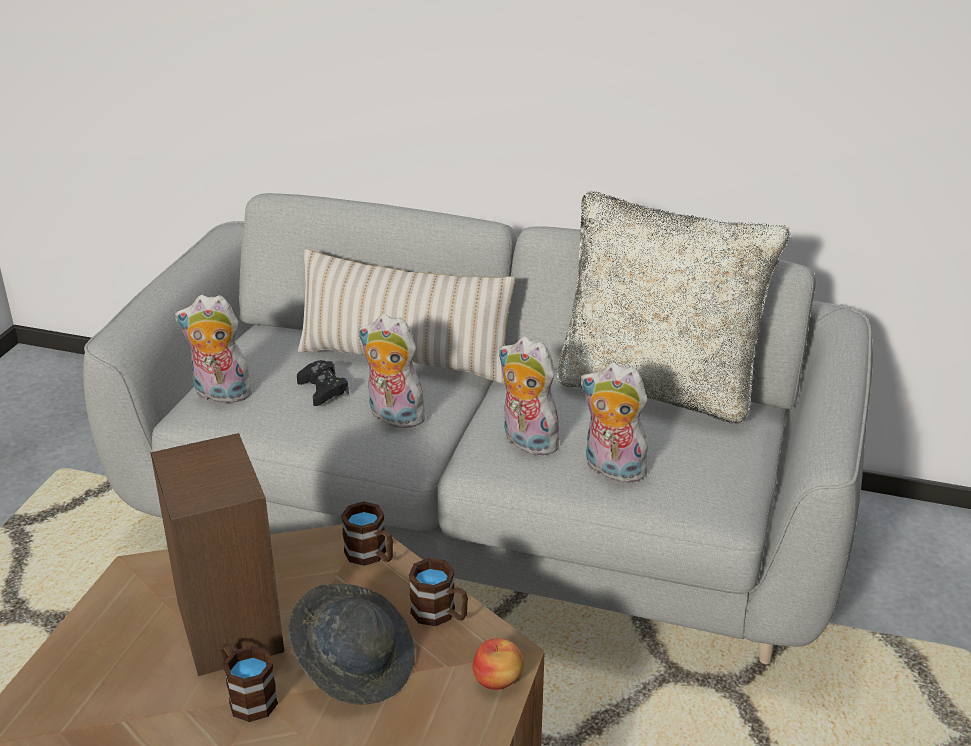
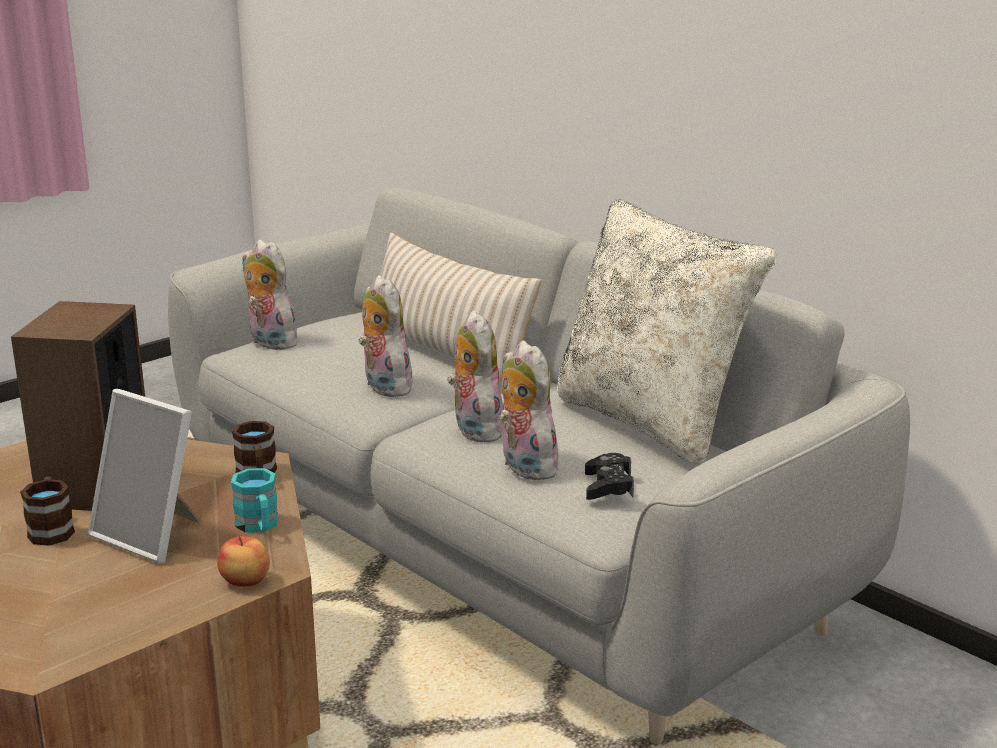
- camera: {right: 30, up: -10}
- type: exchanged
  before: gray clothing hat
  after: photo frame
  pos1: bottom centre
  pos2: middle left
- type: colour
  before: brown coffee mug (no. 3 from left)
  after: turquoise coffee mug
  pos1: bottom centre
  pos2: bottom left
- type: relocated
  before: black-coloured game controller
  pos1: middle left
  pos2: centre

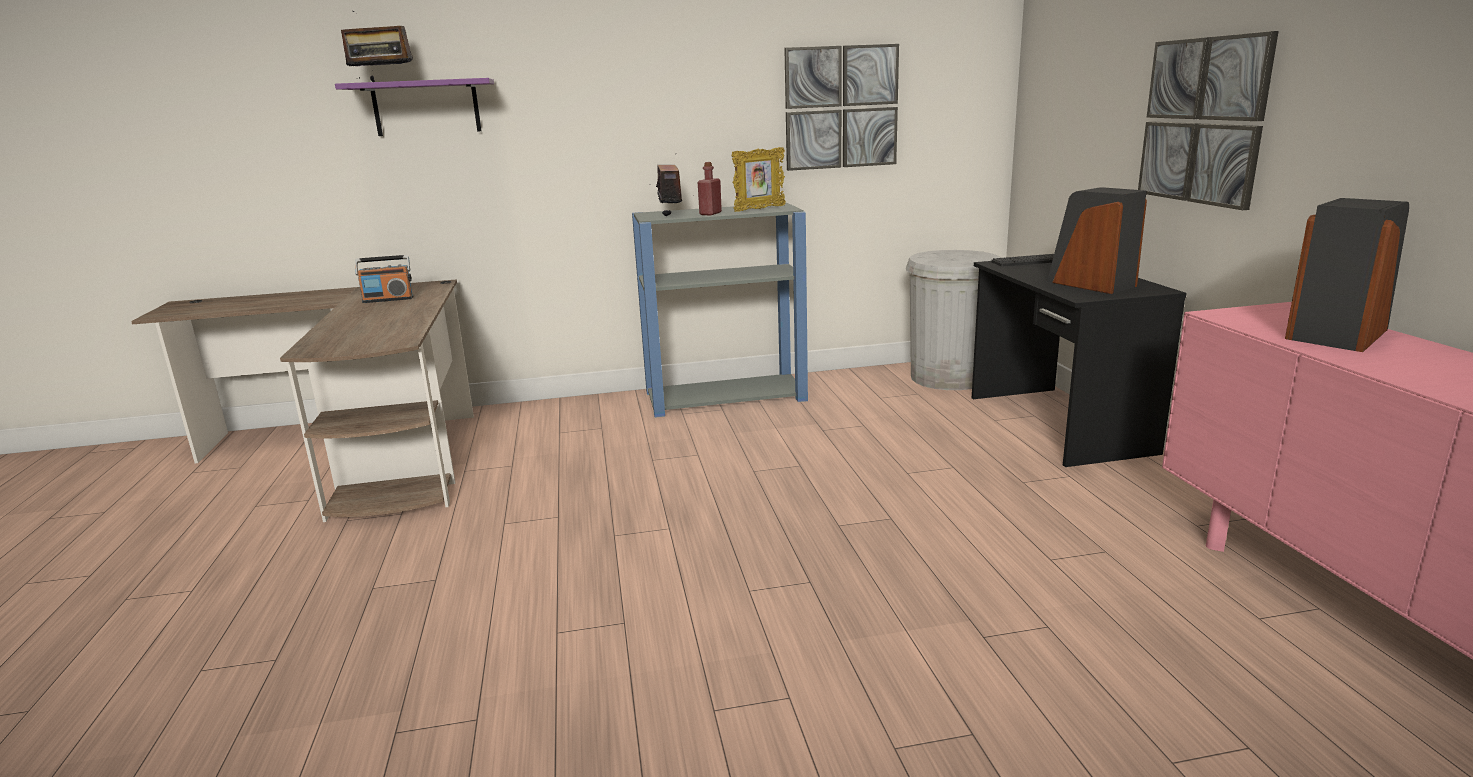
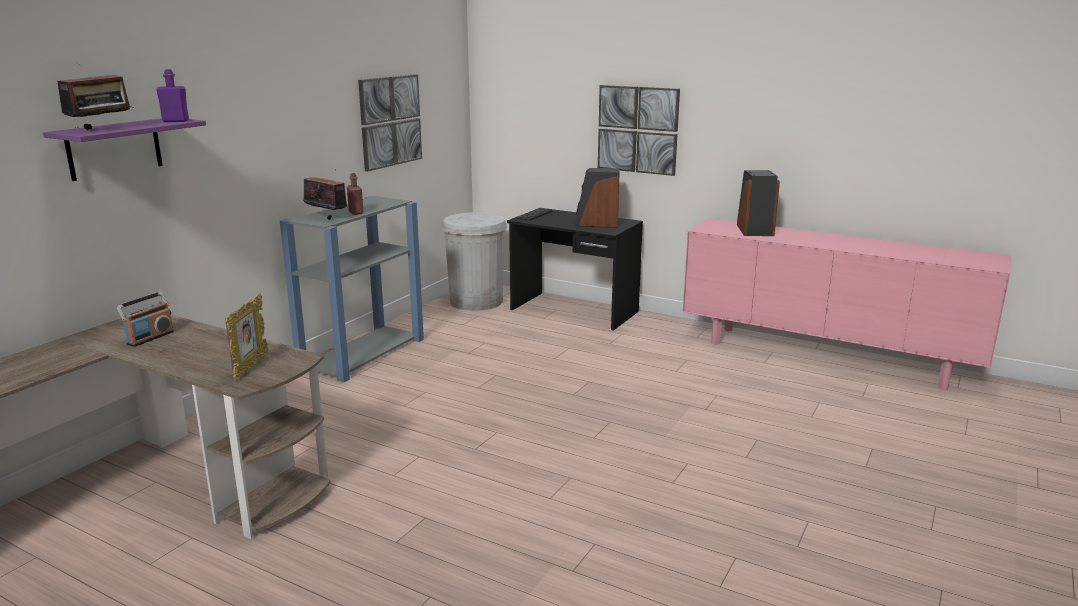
- camera: {right: -50, up: 0}
- type: appeared
  after: purple-coloured drink bottle
  pos2: top left
- type: relocated
  before: photo frame
  pos1: top centre
  pos2: middle left

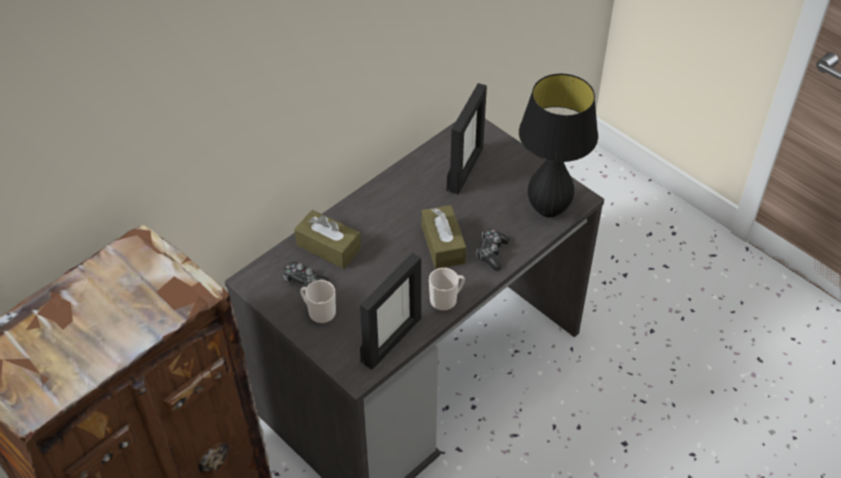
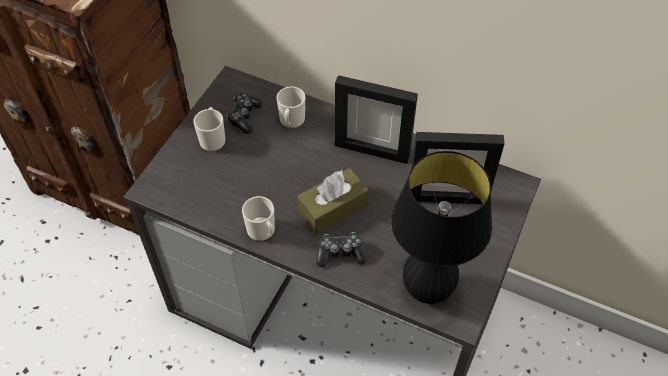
- camera: {right: 70, up: 5}
- type: exchanged
  before: brown box of tissues (no. 1 from left)
  after: coffee mug (no. 3 from left)
  pos1: centre
  pos2: top centre
- type: relocated
  before: photo frame (no. 1 from left)
  pos1: centre
  pos2: top centre

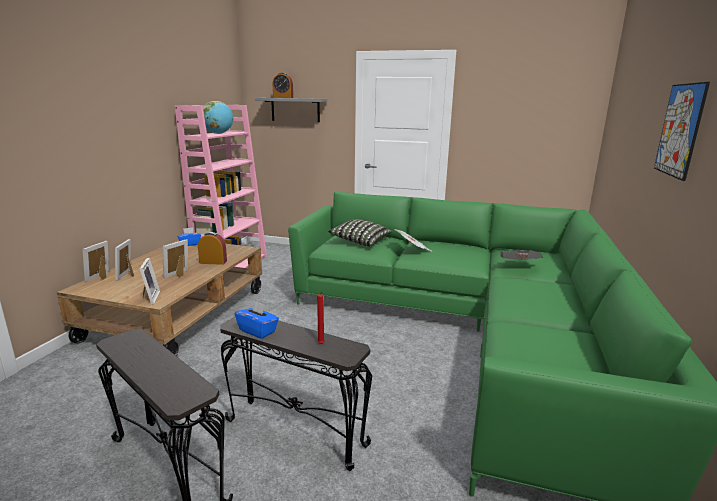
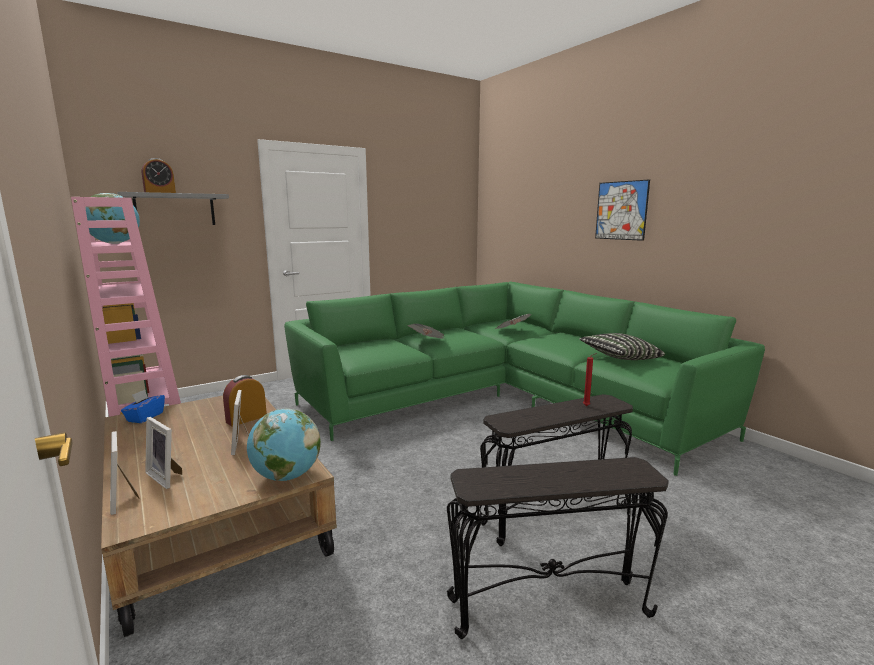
- camera: {right: -50, up: -5}
- type: exchanged
  before: photo frame (no. 3 from left)
  after: globe (no. 2 from left)
  pos1: middle left
  pos2: bottom left
- type: relocated
  before: throw pillow
  pos1: centre
  pos2: middle right
- type: missing
  before: blue-coloured box of tissues (no. 2 from left)
  pos1: centre

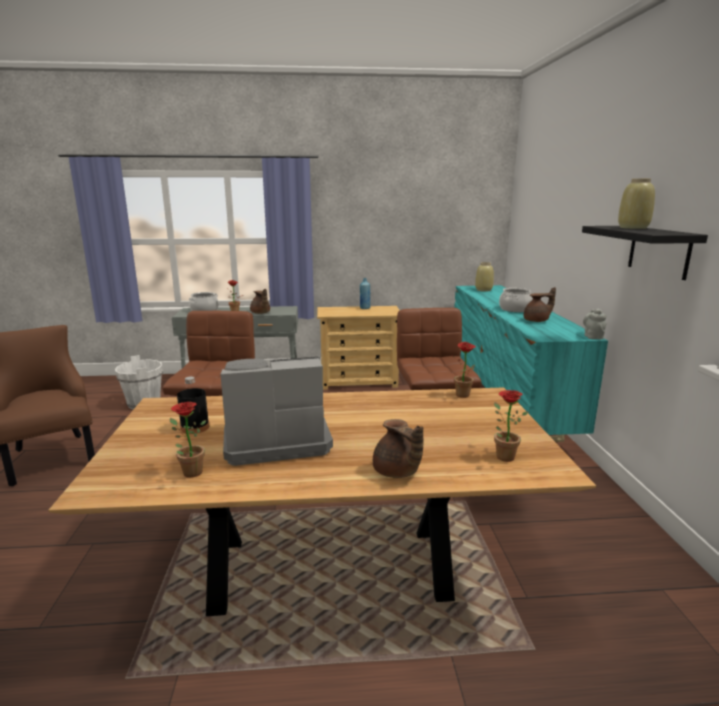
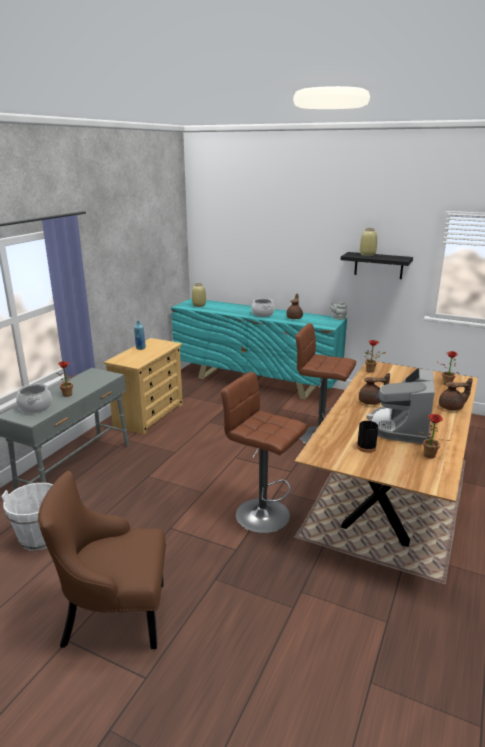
- camera: {right: -60, up: 5}
- type: relocated
  before: brown pot for tea (no. 1 from left in the first image)
  after: brown pot for tea (no. 2 from left)
  pos1: centre
  pos2: middle right

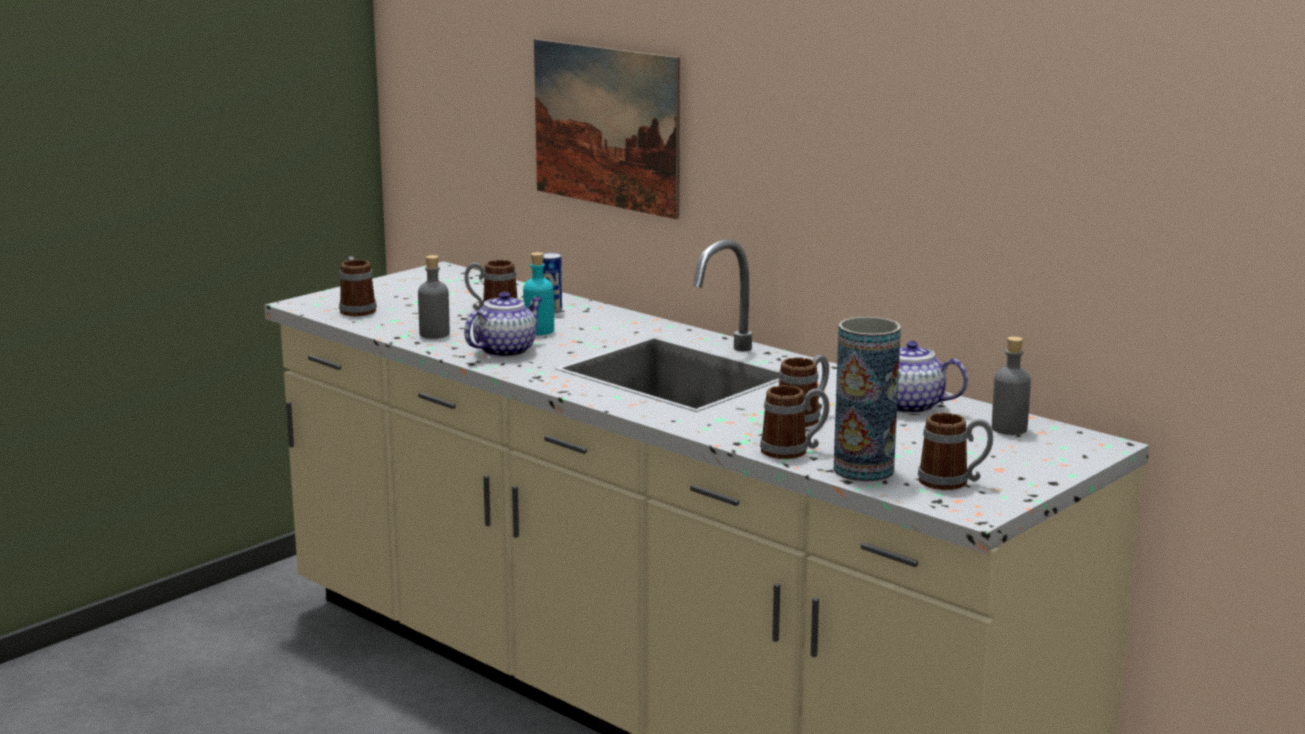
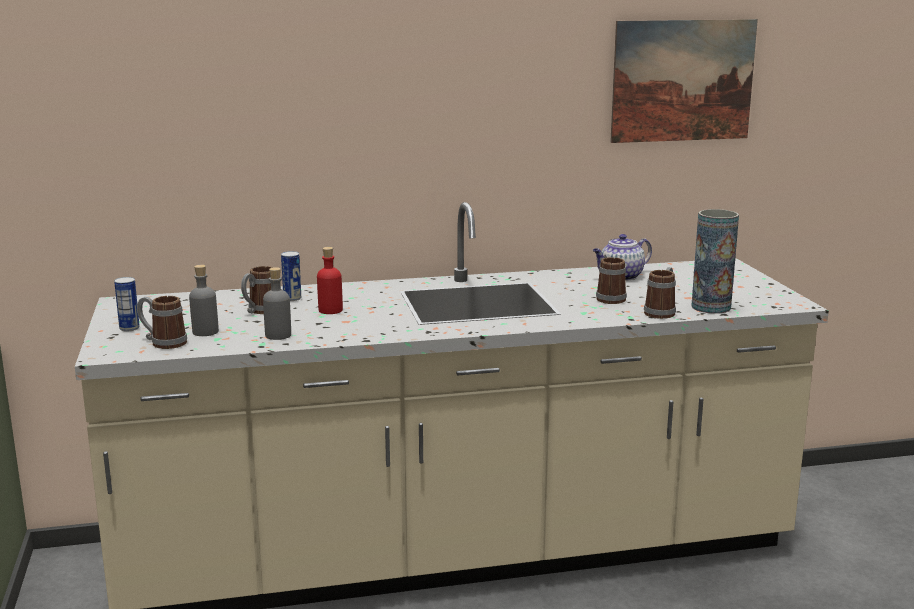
- camera: {right: -55, up: 0}
- type: appeared
  after: sealed can (no. 1 from left)
  pos2: middle left
- type: relocated
  before: gray drink bottle (no. 2 from left in the first image)
  after: gray drink bottle (no. 1 from left)
  pos1: middle right
  pos2: middle left
- type: colour
  before: turquoise drink bottle
  after: reddish drink bottle
  pos1: centre
  pos2: centre
- type: relocated
  before: wall picture
  pos1: top centre
  pos2: top right
- type: missing
  before: pot for tea (no. 1 from left)
  pos1: centre
- type: missing
  before: coffee mug (no. 5 from left)
  pos1: middle right

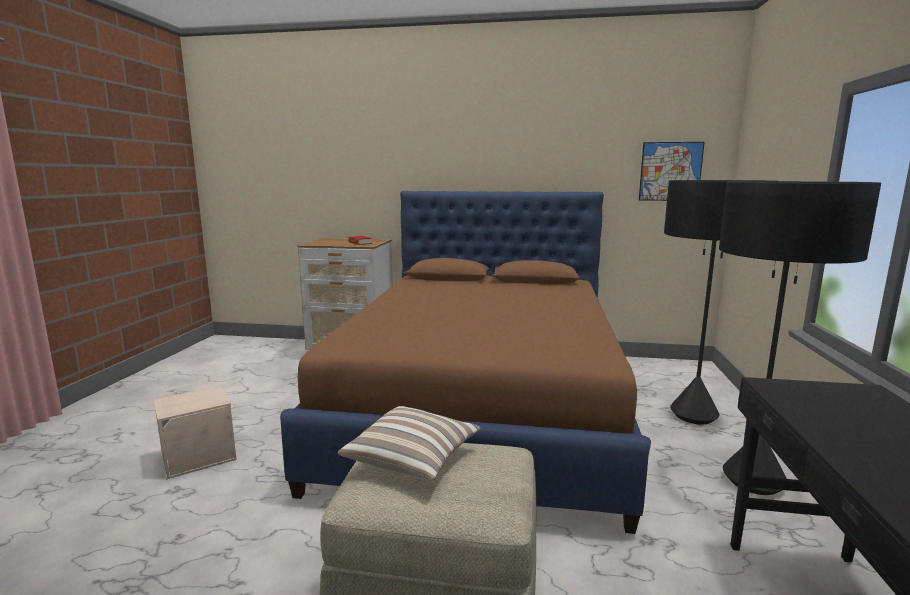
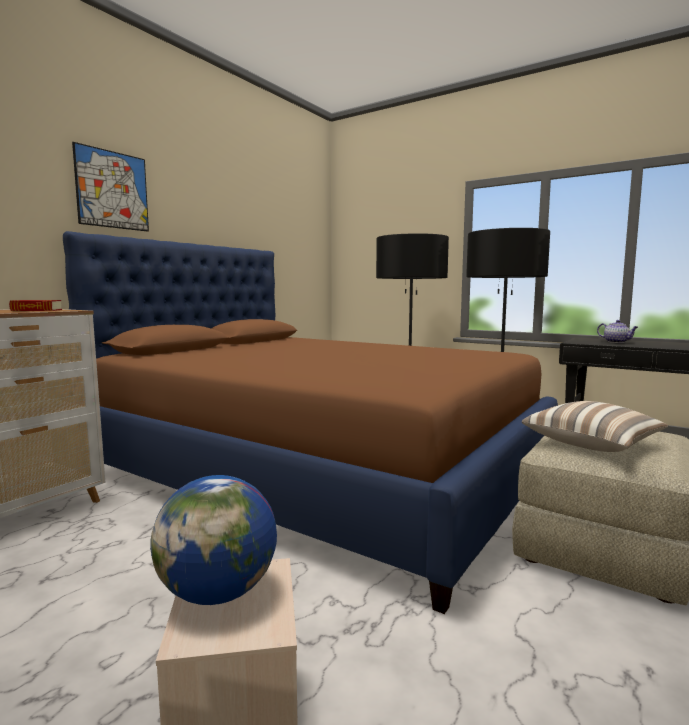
- camera: {right: -65, up: -5}
- type: relocated
  before: wall picture
  pos1: top right
  pos2: top left
- type: appeared
  after: globe
  pos2: bottom left
- type: appeared
  after: pot for tea
  pos2: middle right

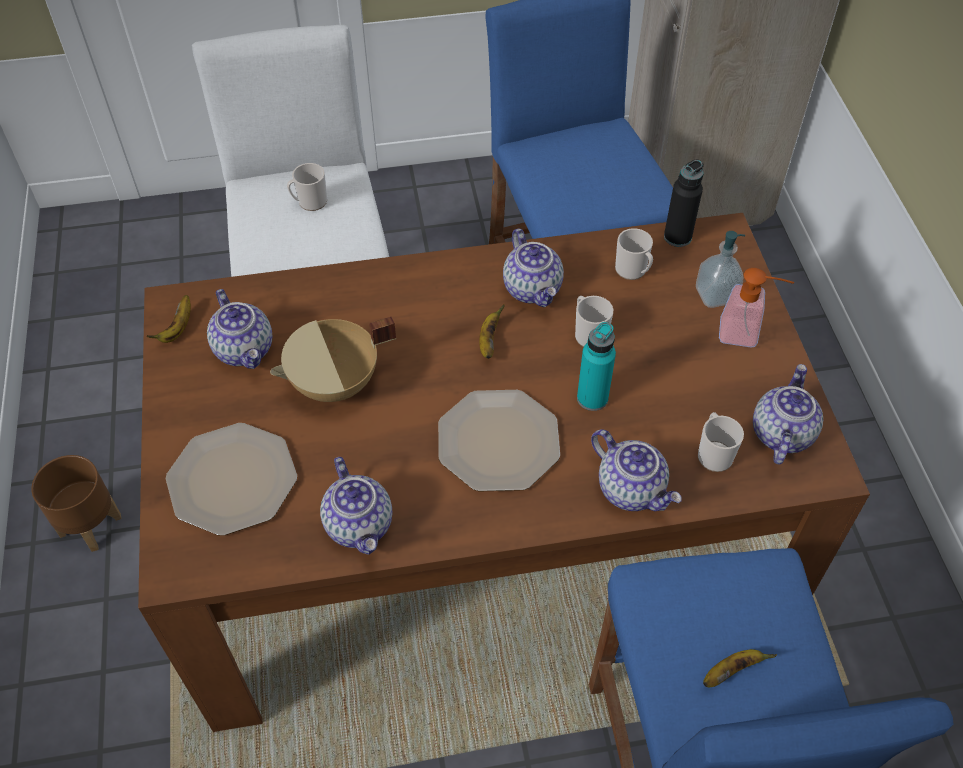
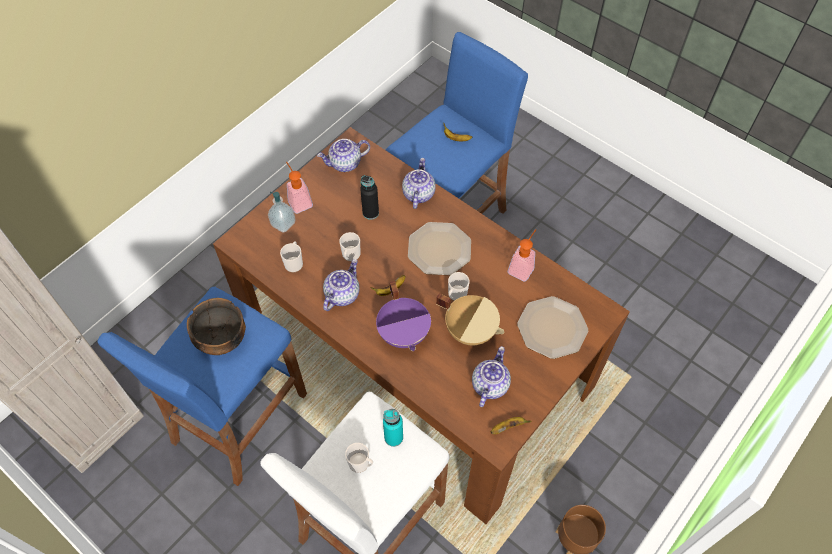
- camera: {right: -130, up: 5}
- type: appeared
  after: deep dish
  pos2: middle left
- type: relocated
  before: black-coloured drink bottle
  pos1: top right
  pos2: centre
- type: appeared
  after: purple-coloured stockpot
  pos2: centre
- type: relocated
  before: turquoise drink bottle
  pos1: centre
  pos2: bottom centre
- type: relocated
  before: coffee mug (no. 4 from left)
  pos1: middle right
  pos2: centre
- type: exchanged
  before: pot for tea (no. 2 from left)
  after: soap dispenser (no. 3 from left)
  pos1: centre
  pos2: centre

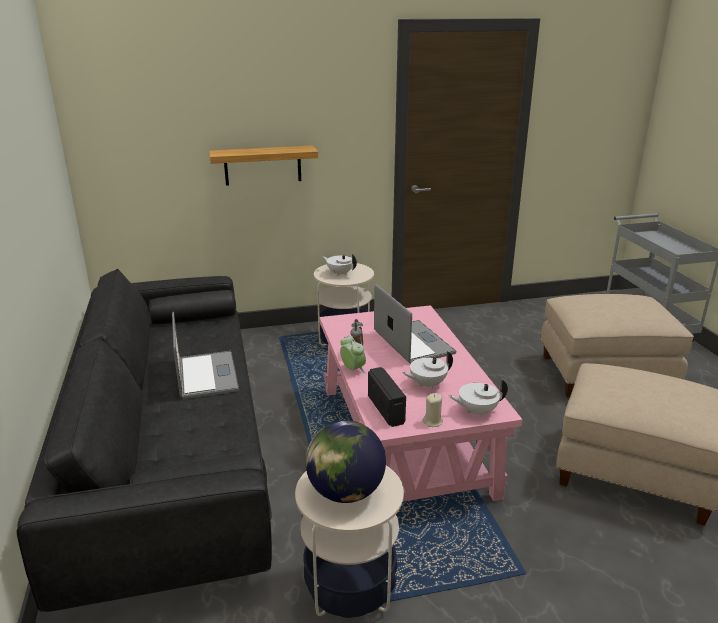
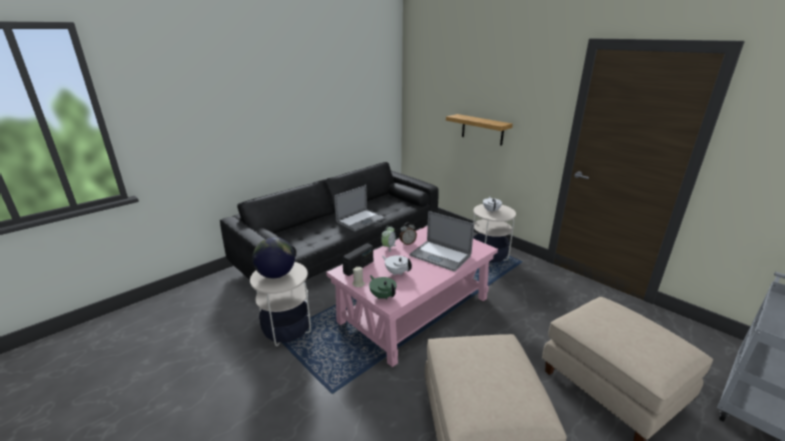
- camera: {right: 60, up: 0}
- type: colour
  before: whitish pot for tea (no. 3 from left)
  after: green-coloured pot for tea
  pos1: centre
  pos2: centre
- type: spun
  before: notebook computer (no. 2 from left)
  pos1: centre
  pos2: centre
  turn: 90

